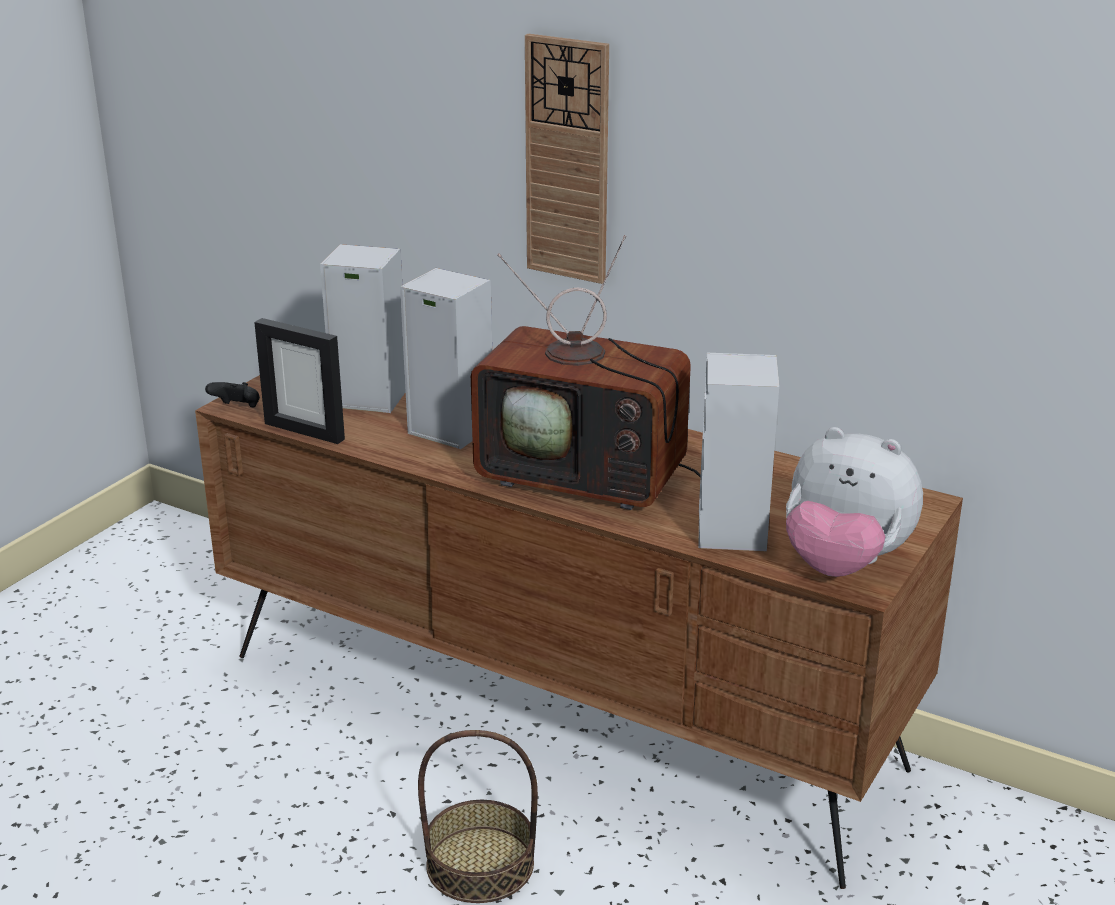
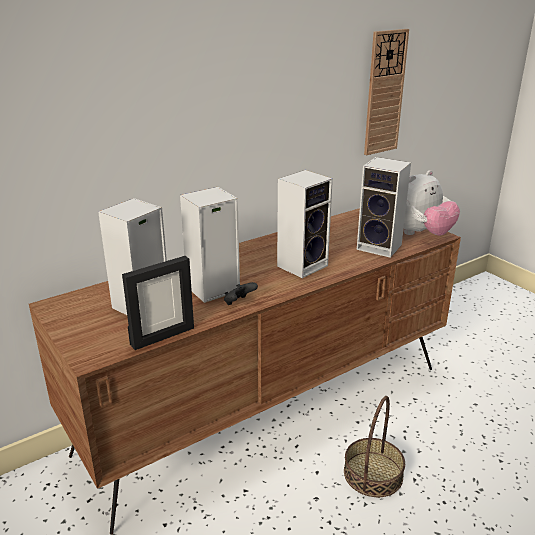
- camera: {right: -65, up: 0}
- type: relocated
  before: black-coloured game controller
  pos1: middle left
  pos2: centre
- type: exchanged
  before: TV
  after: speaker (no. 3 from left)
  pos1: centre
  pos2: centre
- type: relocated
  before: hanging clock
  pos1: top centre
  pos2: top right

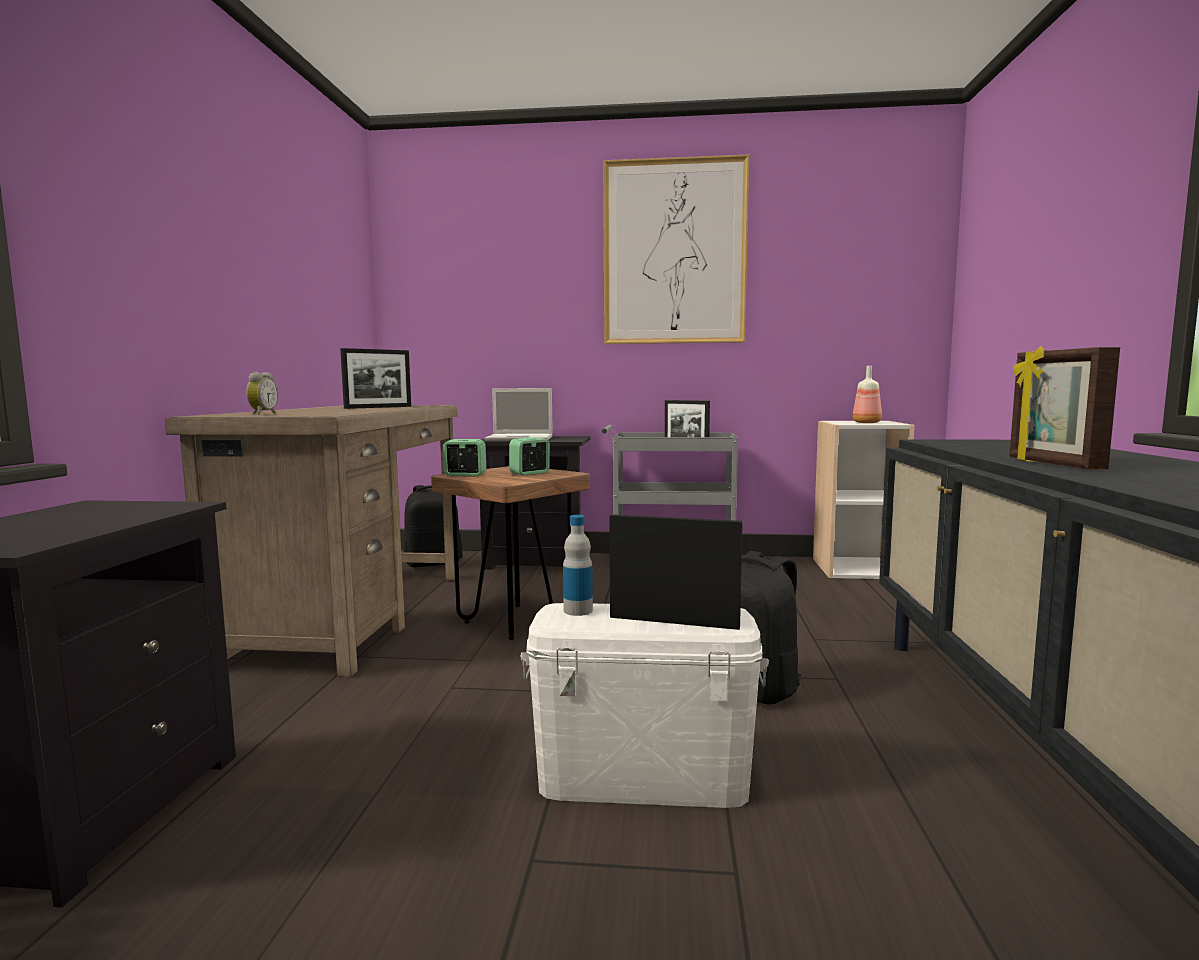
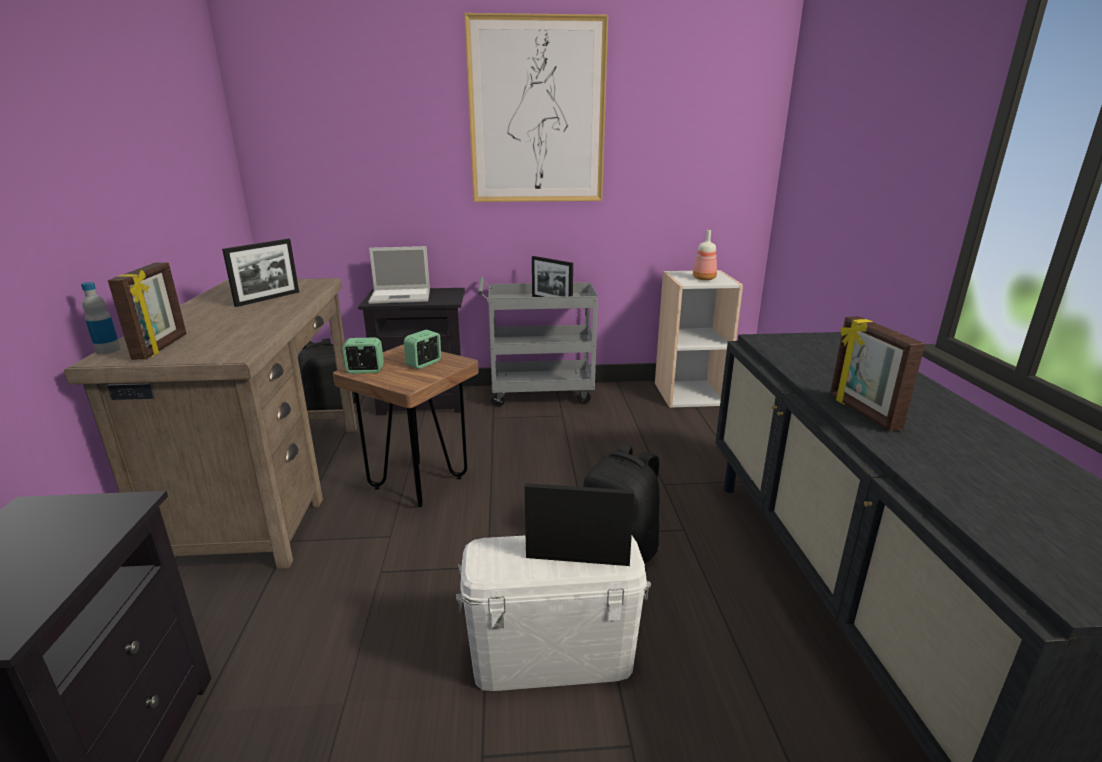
- camera: {right: -10, up: 15}
- type: relocated
  before: drink bottle (no. 1 from left)
  pos1: centre
  pos2: middle left
- type: exchanged
  before: bedside clock (no. 1 from left)
  after: photo frame (no. 1 from left)
  pos1: middle left
  pos2: middle left

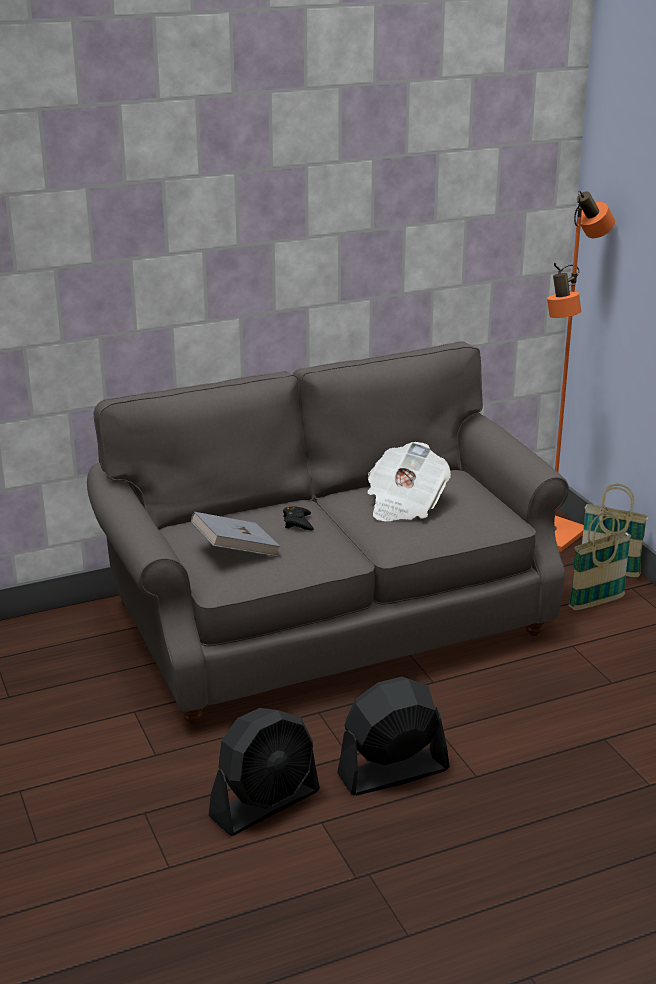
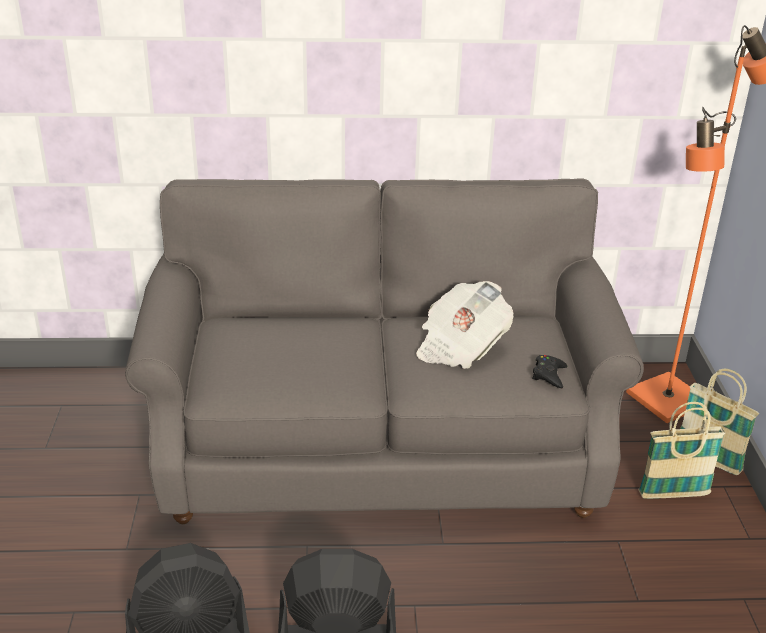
- camera: {right: 20, up: 5}
- type: relocated
  before: black-coloured game controller
  pos1: centre
  pos2: middle right
- type: missing
  before: gray book
  pos1: centre

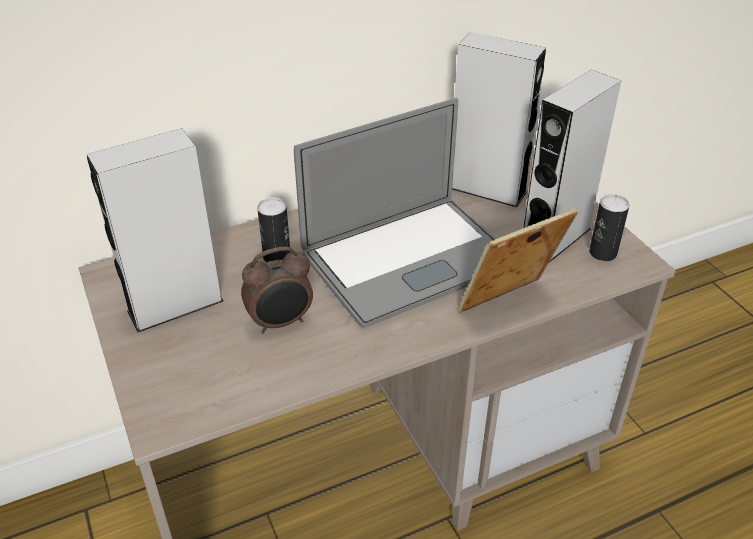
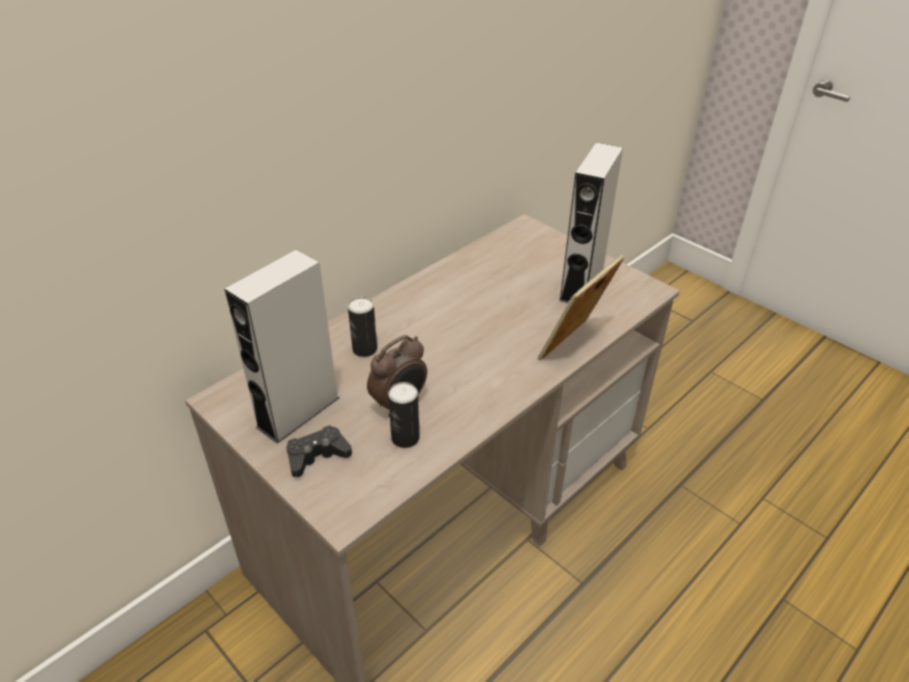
- camera: {right: -20, up: 0}
- type: appeared
  after: black-coloured game controller
  pos2: centre
- type: relocated
  before: sealed can (no. 2 from left)
  pos1: middle right
  pos2: centre
- type: missing
  before: notebook computer
  pos1: centre
- type: missing
  before: gray speaker (no. 2 from left)
  pos1: top centre

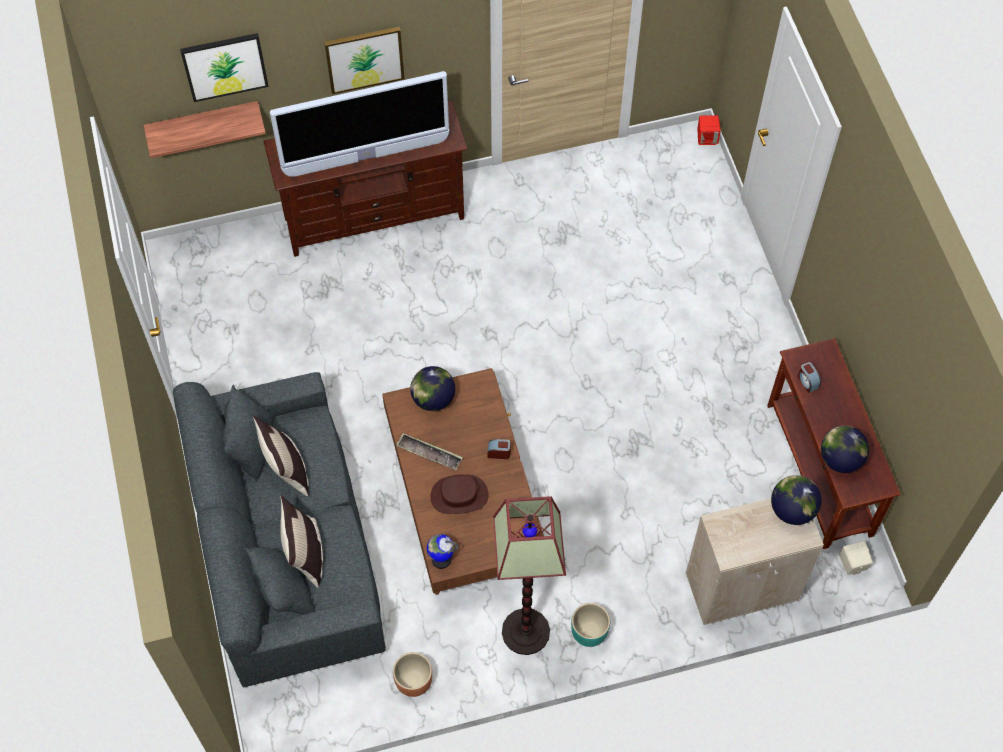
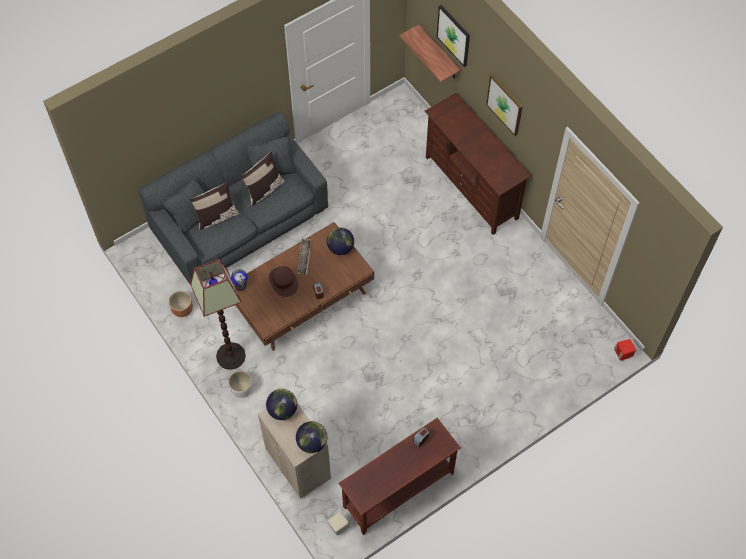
- camera: {right: 70, up: 0}
- type: colour
  before: turquoise plant pot
  after: whitish plant pot
  pos1: bottom centre
  pos2: bottom left
- type: relocated
  before: globe (no. 4 from left in the first image)
  after: globe (no. 2 from left)
  pos1: middle right
  pos2: bottom centre
- type: missing
  before: TV
  pos1: top centre

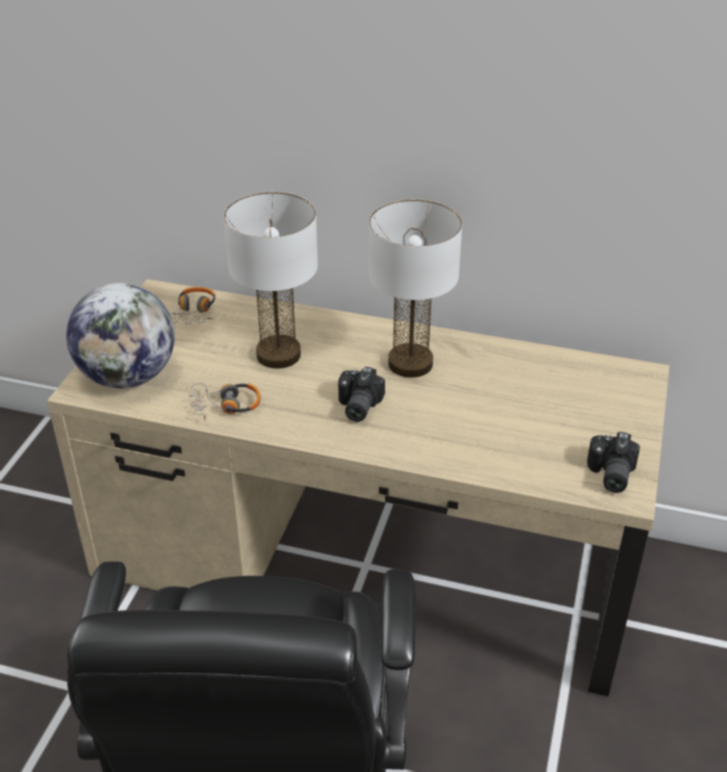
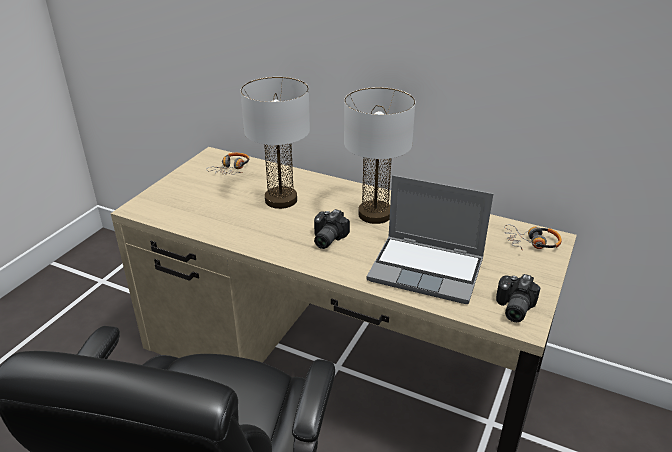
- camera: {right: 10, up: -5}
- type: appeared
  after: notebook computer
  pos2: centre
- type: relocated
  before: pair of headphones (no. 2 from left)
  pos1: middle left
  pos2: middle right
- type: missing
  before: globe
  pos1: middle left

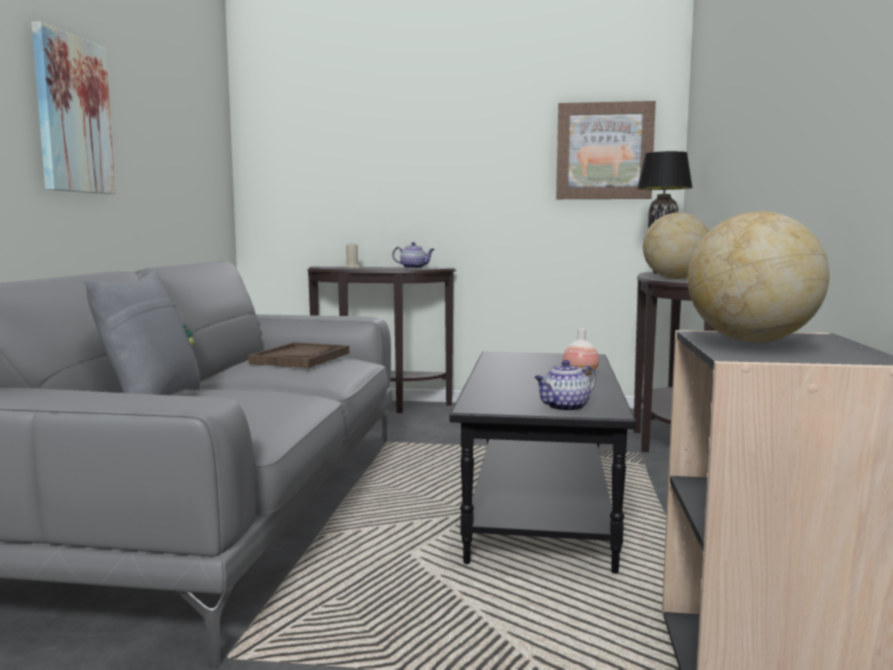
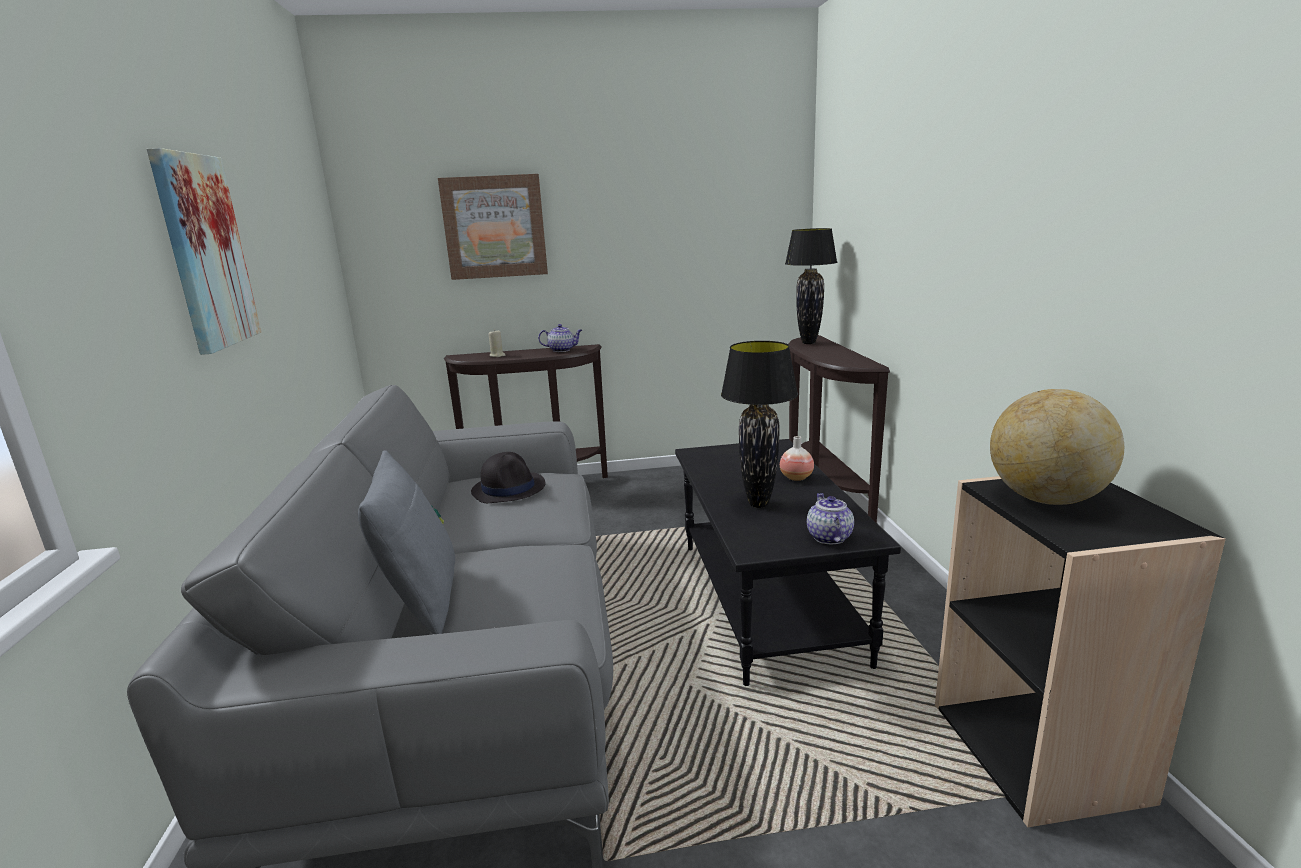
- camera: {right: -15, up: 10}
- type: relocated
  before: wall picture (no. 2 from left)
  pos1: top right
  pos2: top centre
- type: exchanged
  before: brown tray
  after: black-coloured clothing hat
  pos1: centre
  pos2: centre
- type: appeared
  after: black-coloured tabletop lamp (no. 1 from left)
  pos2: centre
- type: spun
  before: pot for tea (no. 2 from left)
  pos1: centre
  pos2: centre
  turn: 135
- type: missing
  before: globe (no. 1 from left)
  pos1: middle right

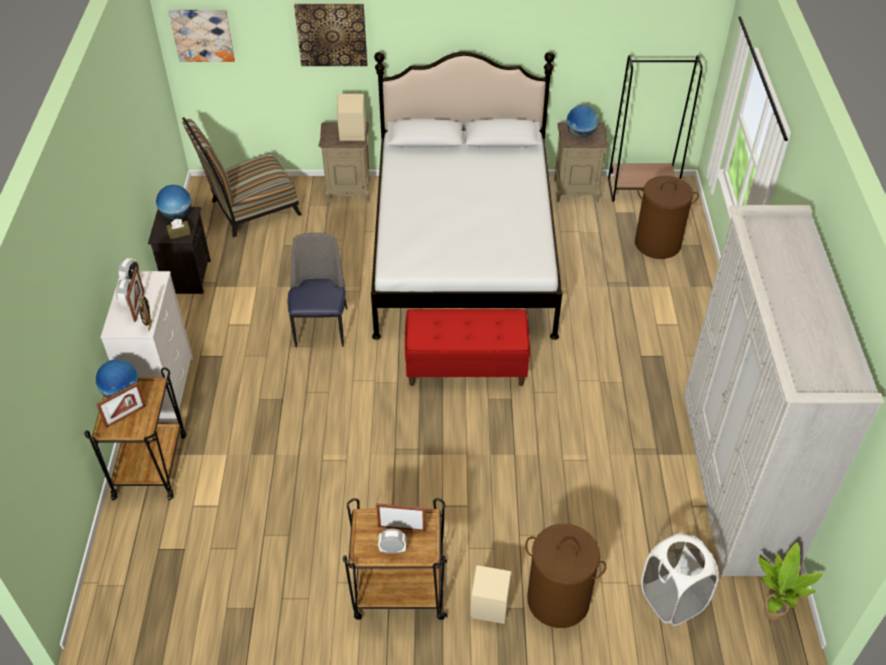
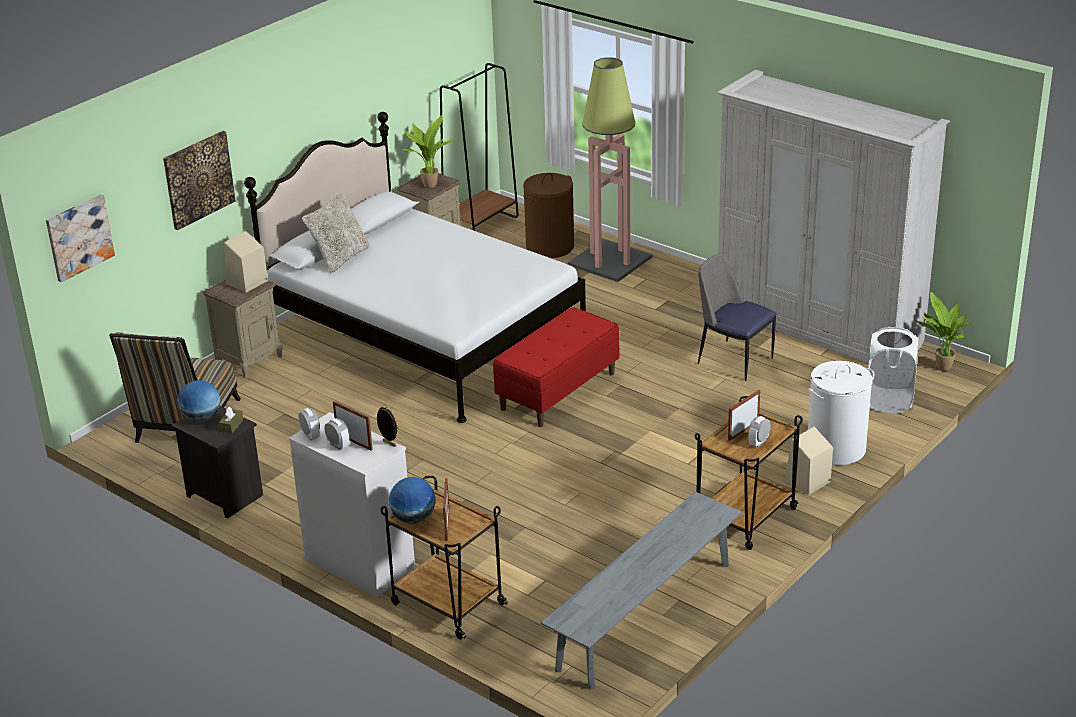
- camera: {right: -50, up: -15}
- type: appeared
  after: sand-coloured throw pillow
  pos2: top left
- type: exchanged
  before: globe (no. 3 from left)
  after: potted plant (no. 1 from left)
  pos1: top centre
  pos2: top centre
- type: appeared
  after: gray bench
  pos2: bottom centre
- type: appeared
  after: standing lamp
  pos2: top centre
- type: relocated
  before: chair (no. 2 from left)
  pos1: centre
  pos2: middle right
- type: colour
  before: brown washing basket (no. 1 from left)
  after: whitish washing basket (no. 1 from left)
  pos1: bottom centre
  pos2: middle right

